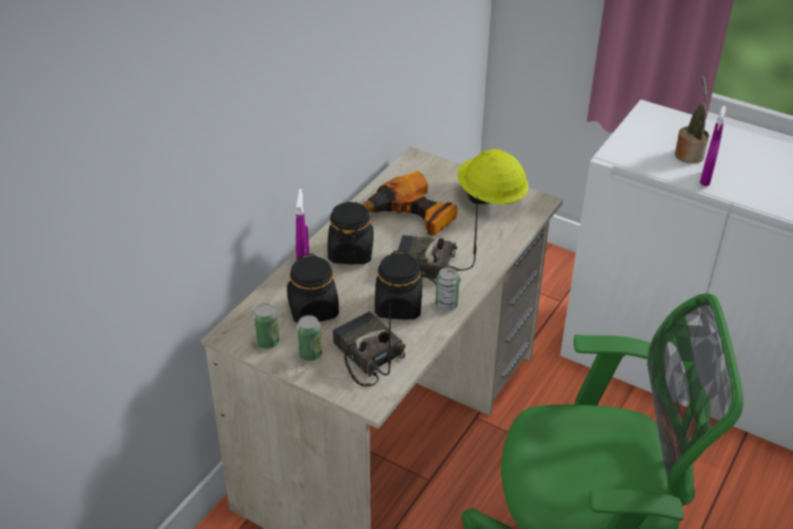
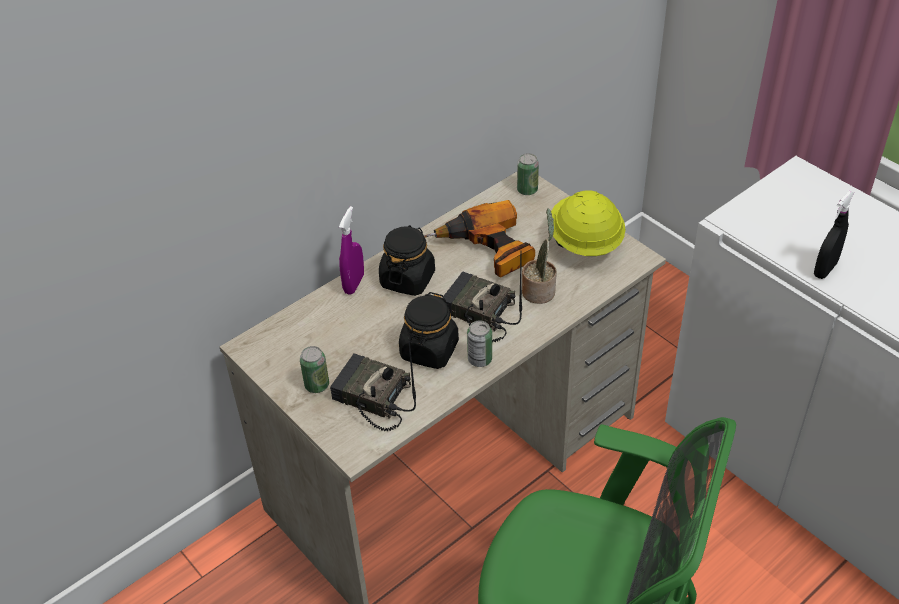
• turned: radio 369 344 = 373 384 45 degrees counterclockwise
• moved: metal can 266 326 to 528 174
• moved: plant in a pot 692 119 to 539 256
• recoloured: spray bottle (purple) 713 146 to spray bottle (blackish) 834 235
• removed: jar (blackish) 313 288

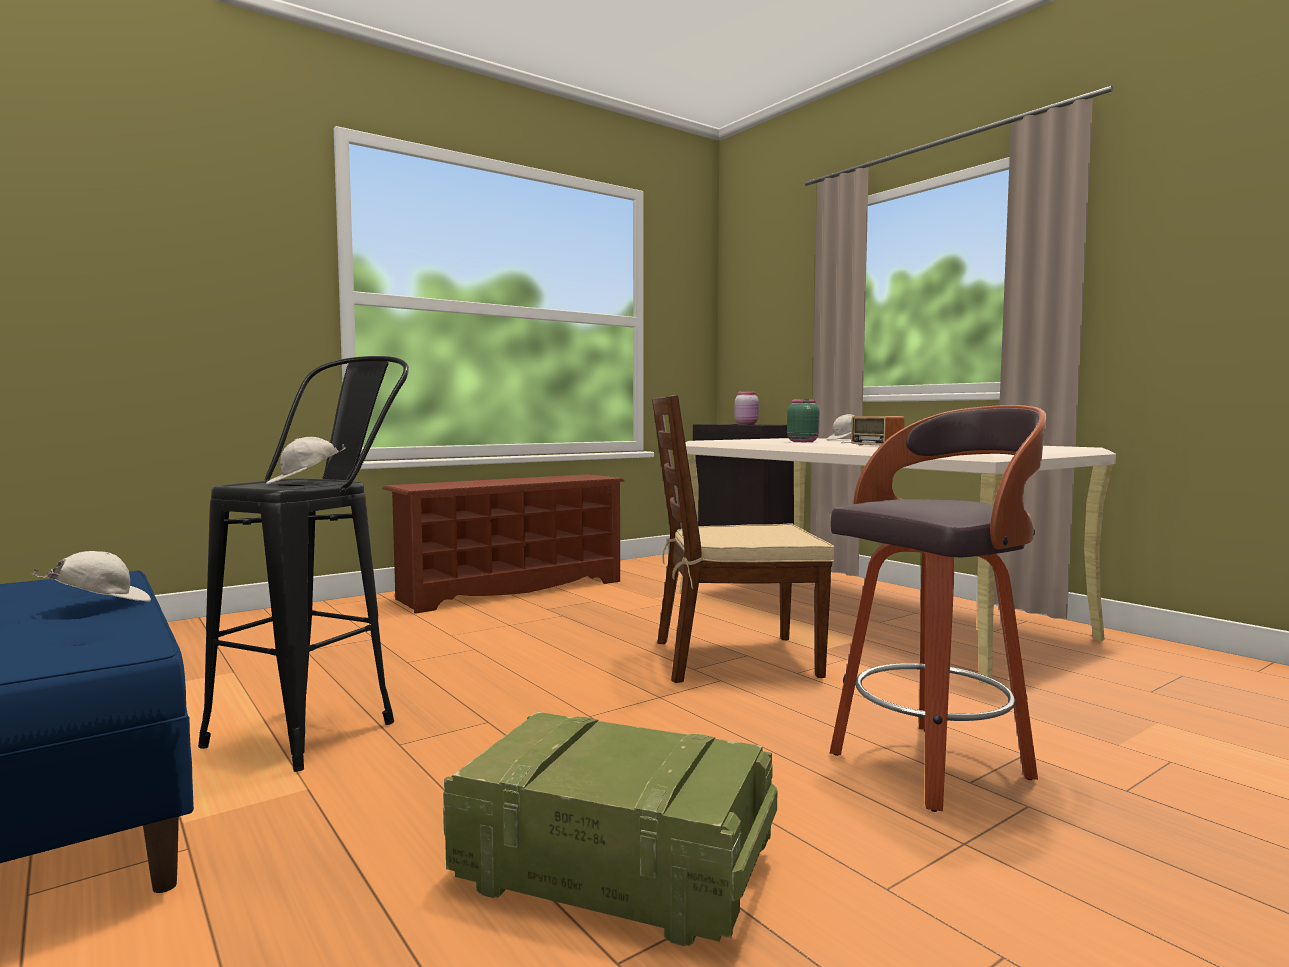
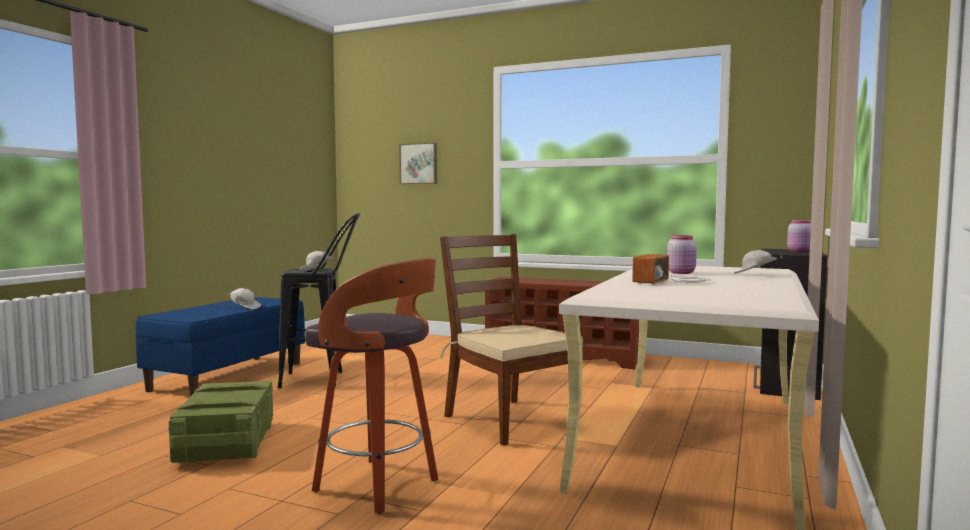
• added: wall picture 418 163
• recoloured: jar (green-coloured) 803 420 to jar (pink-coloured) 682 254

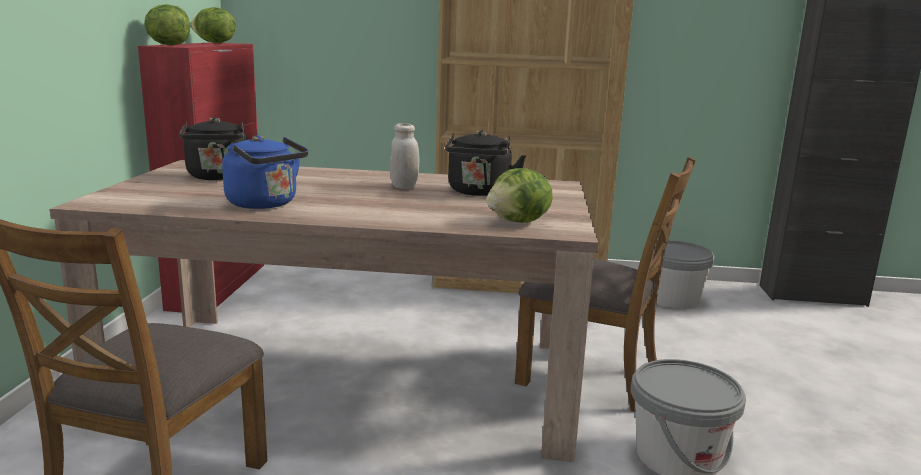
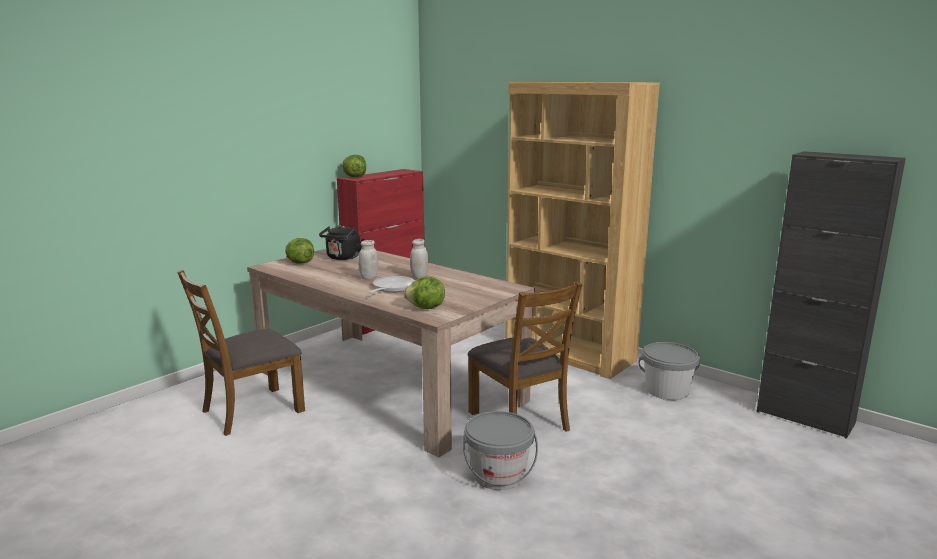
• moved: head of lettuce 213 25 to 299 251
• added: jar (white) 368 259
• added: frying pan 392 284
• removed: water kettle (blue) 265 172
• removed: water kettle (blackish) 485 163

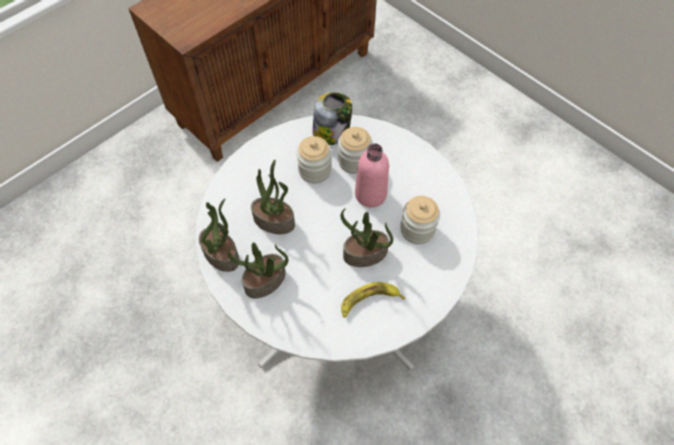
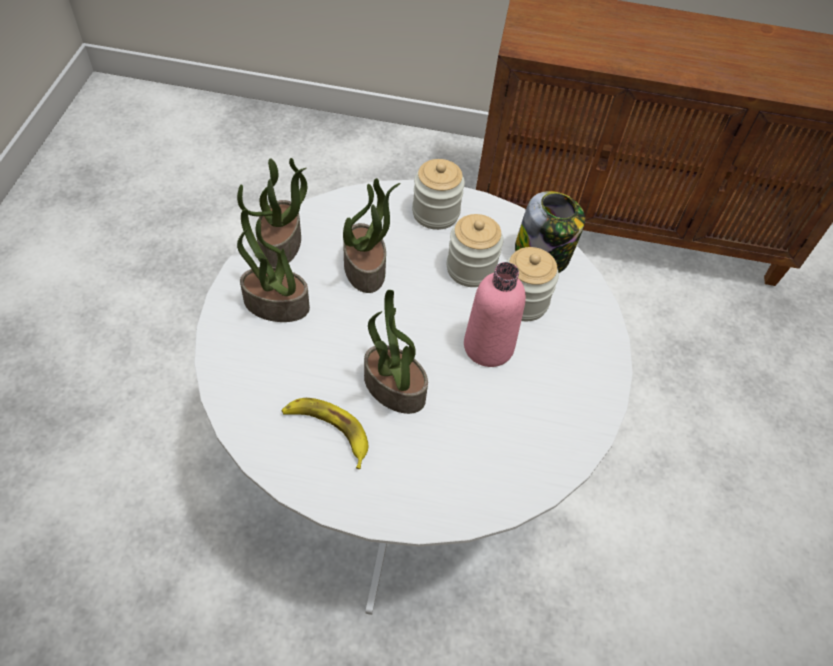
• moved: jar 420 220 to 438 194

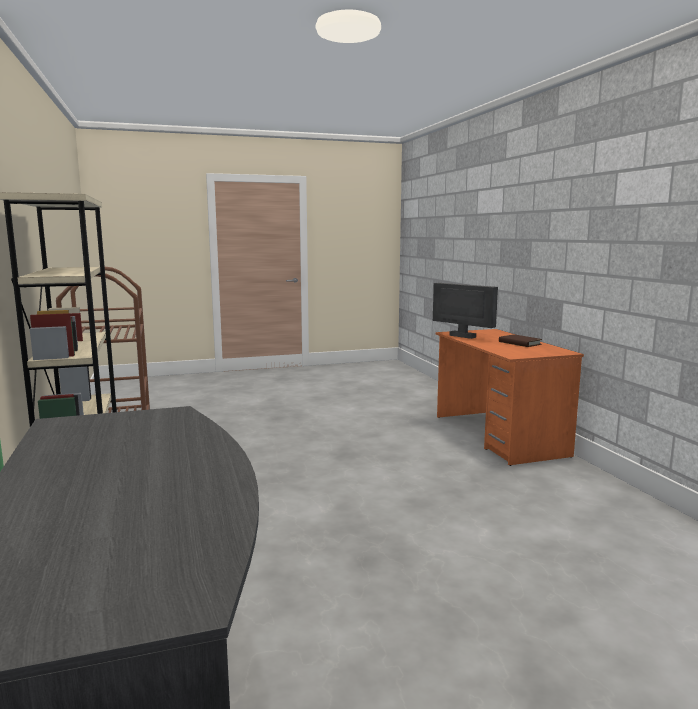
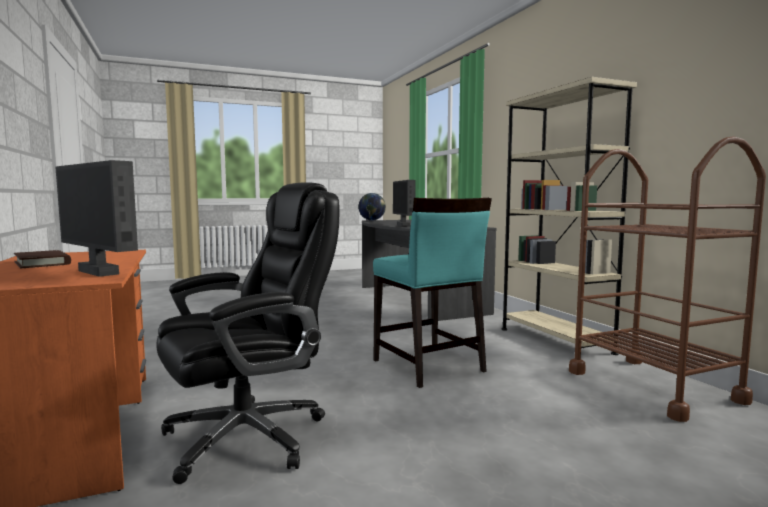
• added: computer chair (blackish) 247 333
• added: desk globe 372 207
• added: plain chair (turquoise) 432 293
• added: computer screen 404 203

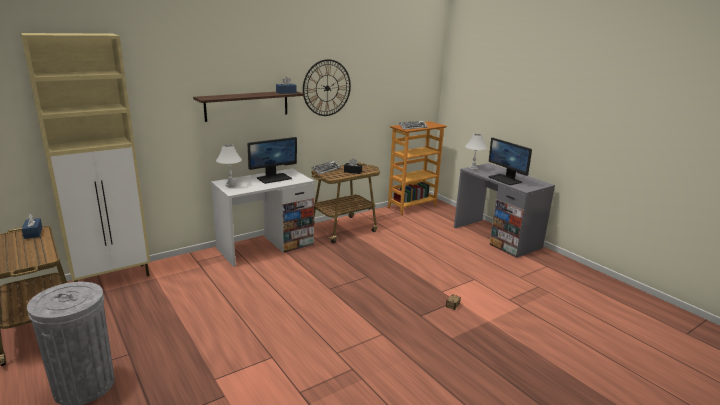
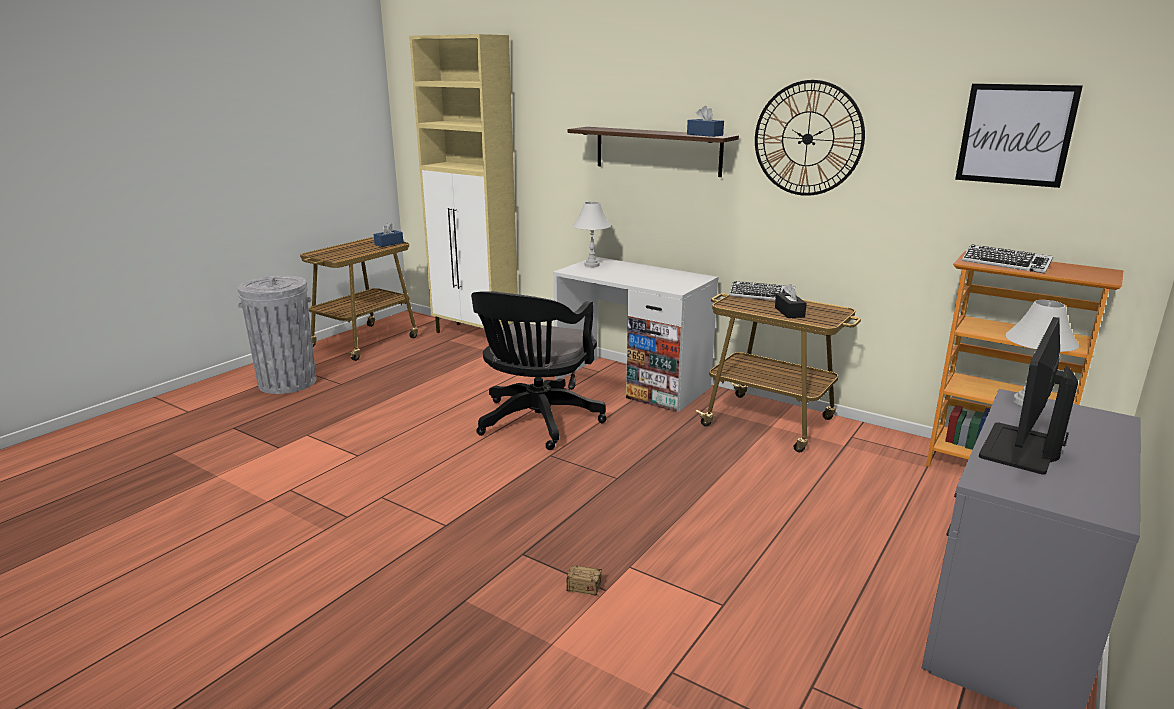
• added: computer chair (blackish) 538 370
• added: wall picture 1019 136
• removed: computer screen 272 160

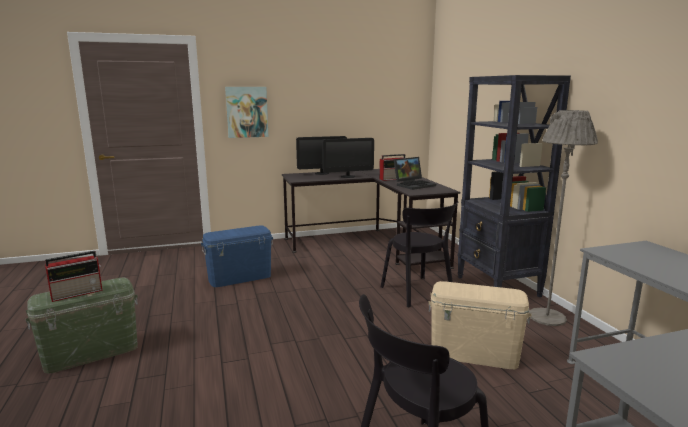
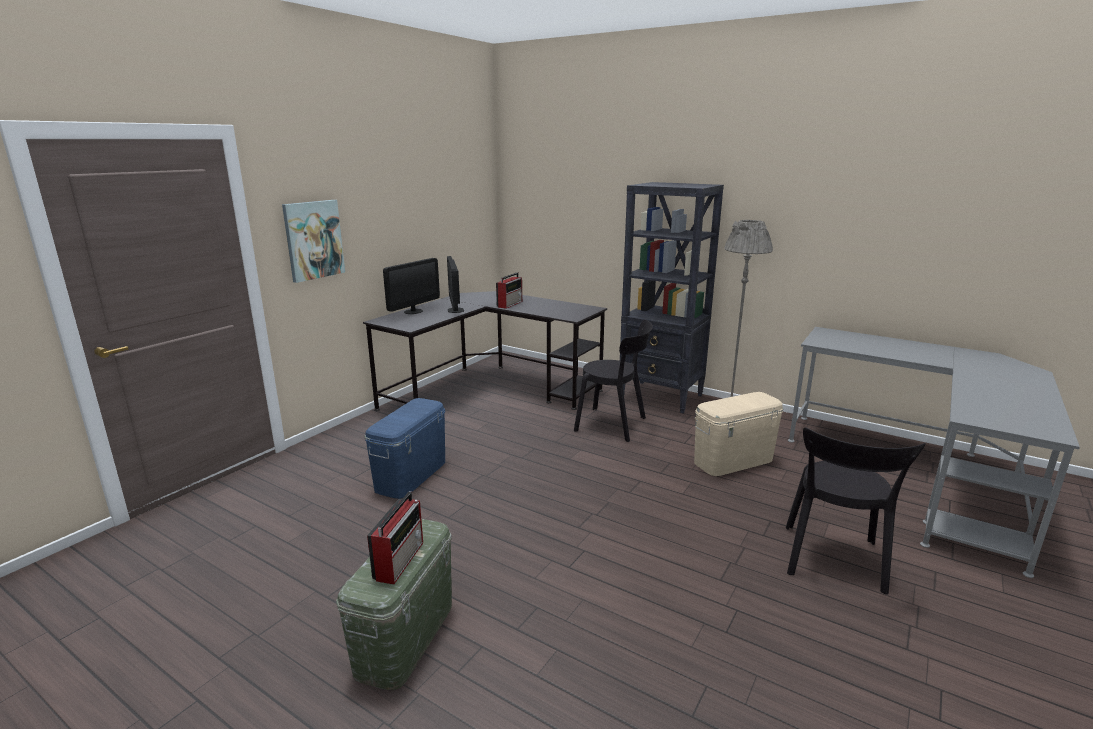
• turned: computer screen 348 158 = 455 284 135 degrees clockwise
• removed: laptop 415 173

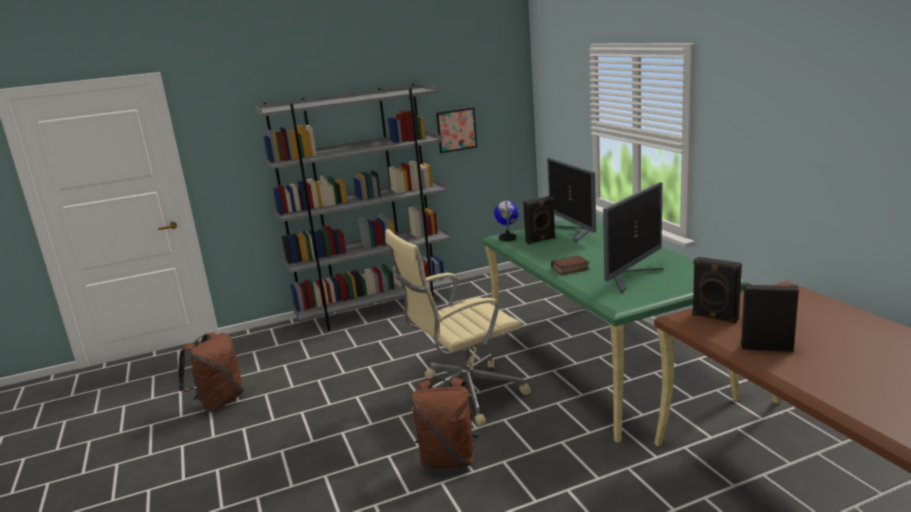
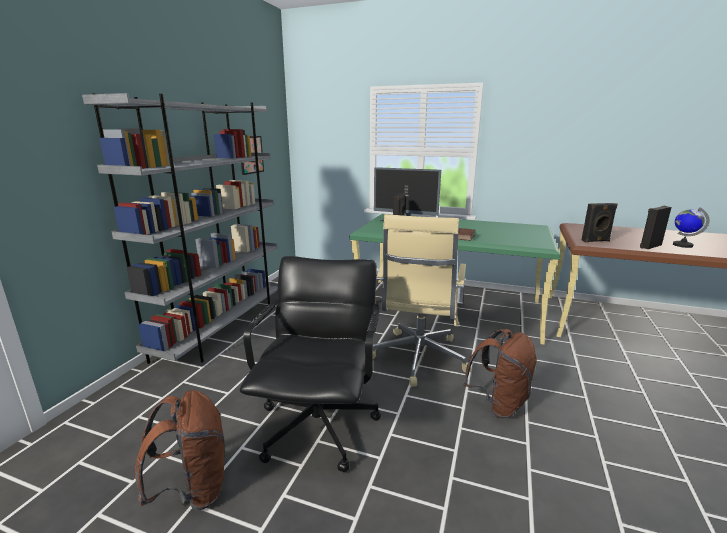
• added: computer chair (blackish) 310 364
• moved: desk globe 506 220 to 691 227
• removed: computer screen 633 237

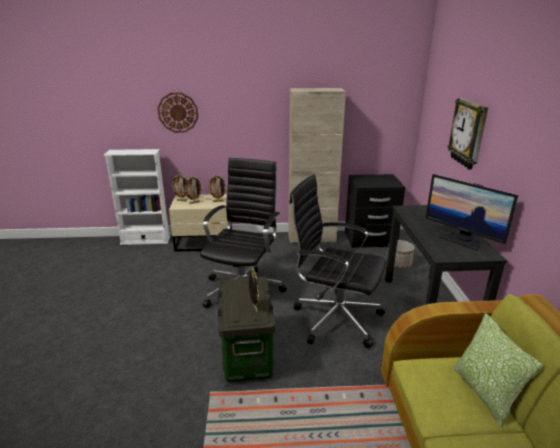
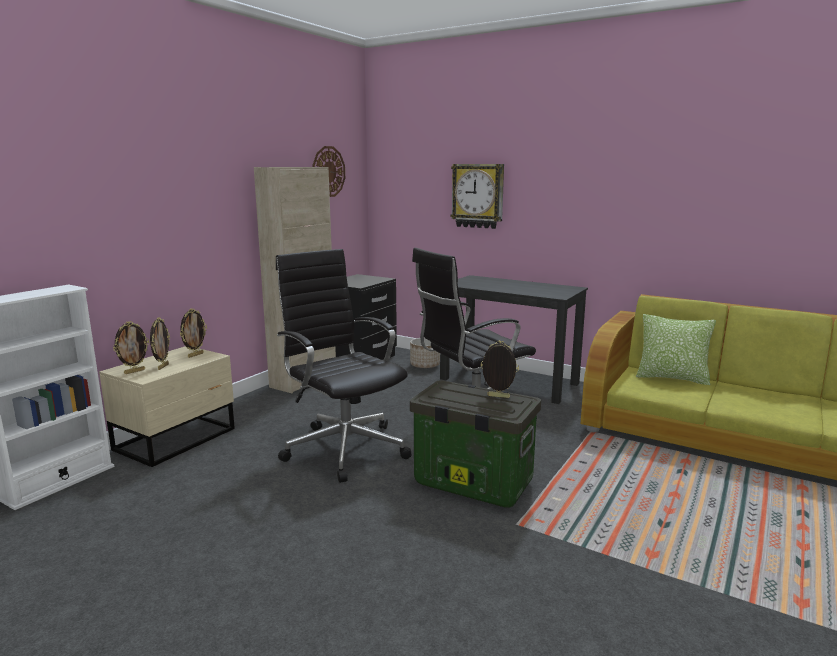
• moved: clock on the wall 178 113 to 329 171
• removed: computer screen 472 212

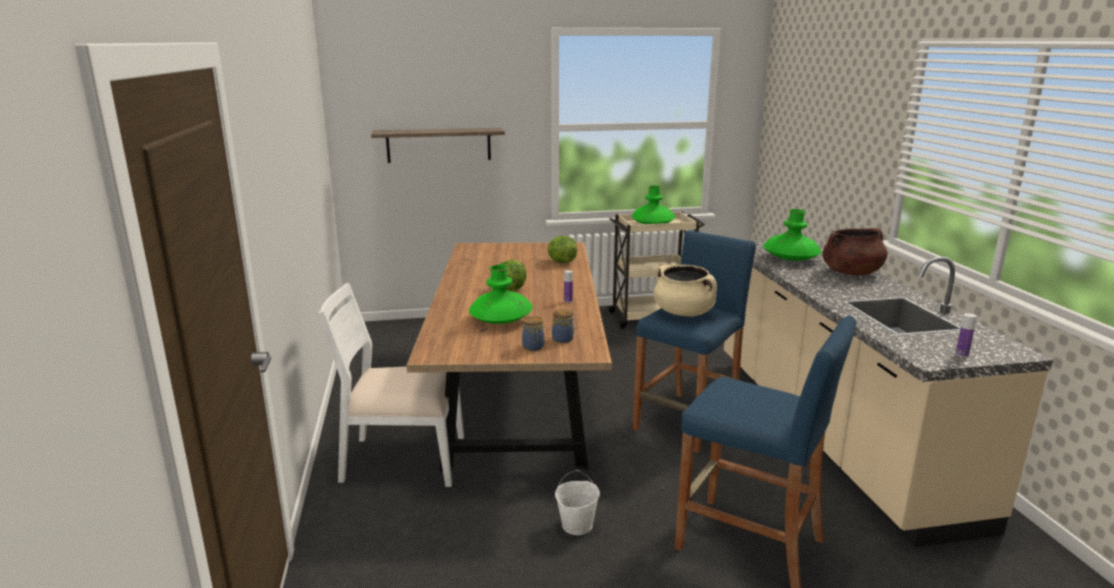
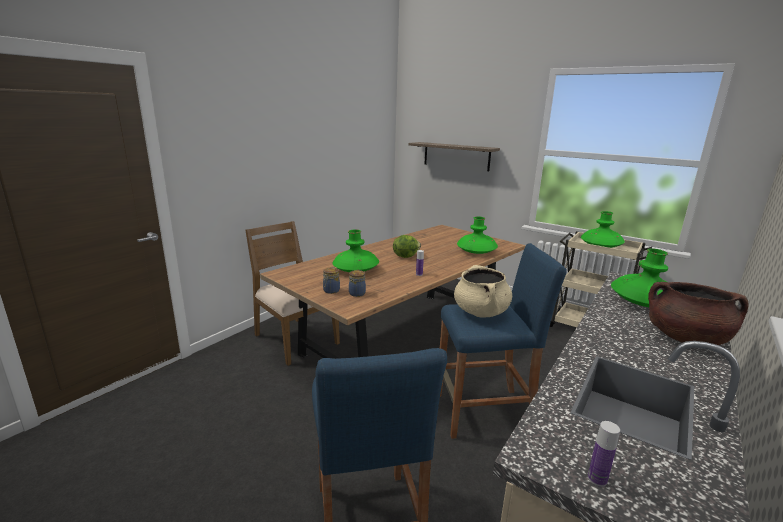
• recoloured: plain chair (white) 391 385 to plain chair (brown-coloured) 292 293
• replaced: head of lettuce 562 249 to vase (green-coloured) 477 235
• removed: water bucket (white) 577 502

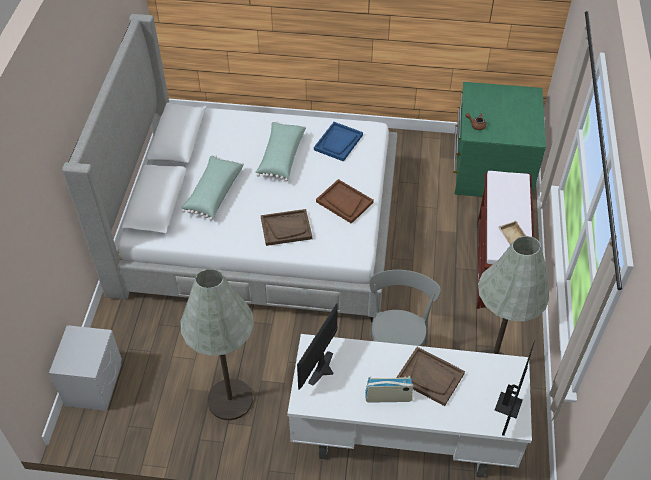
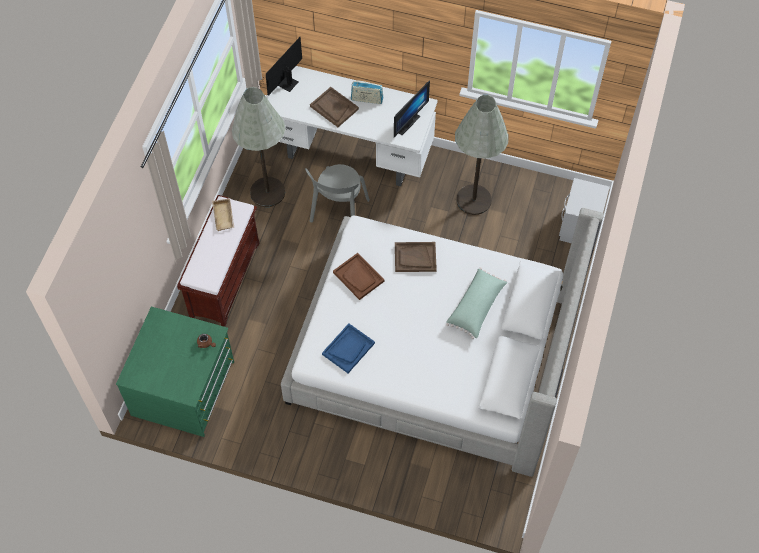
• removed: pillow (green-coloured) 280 151

